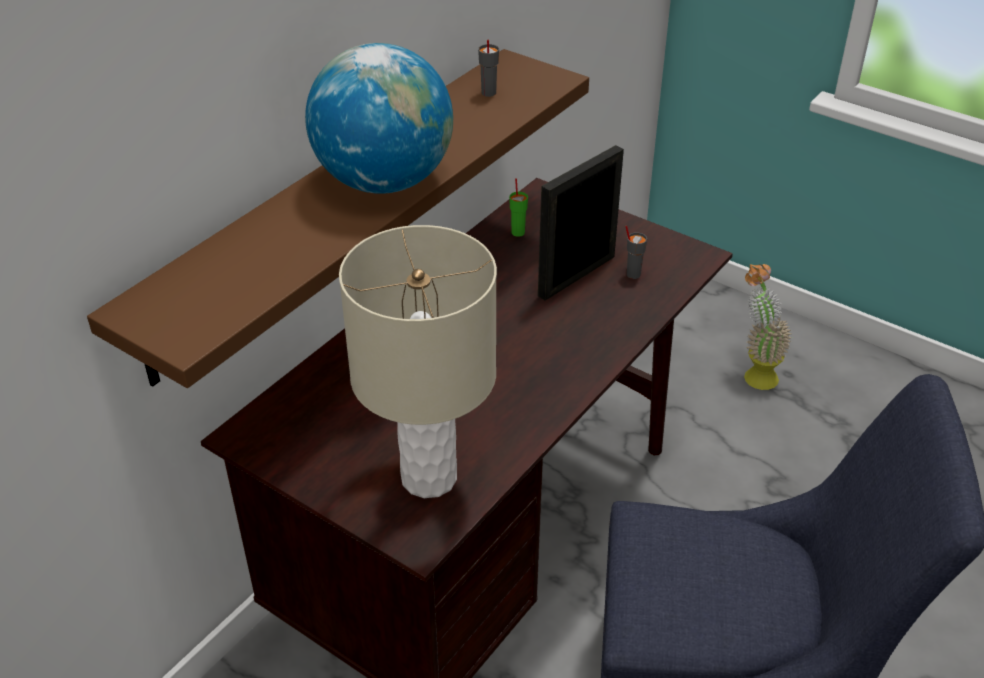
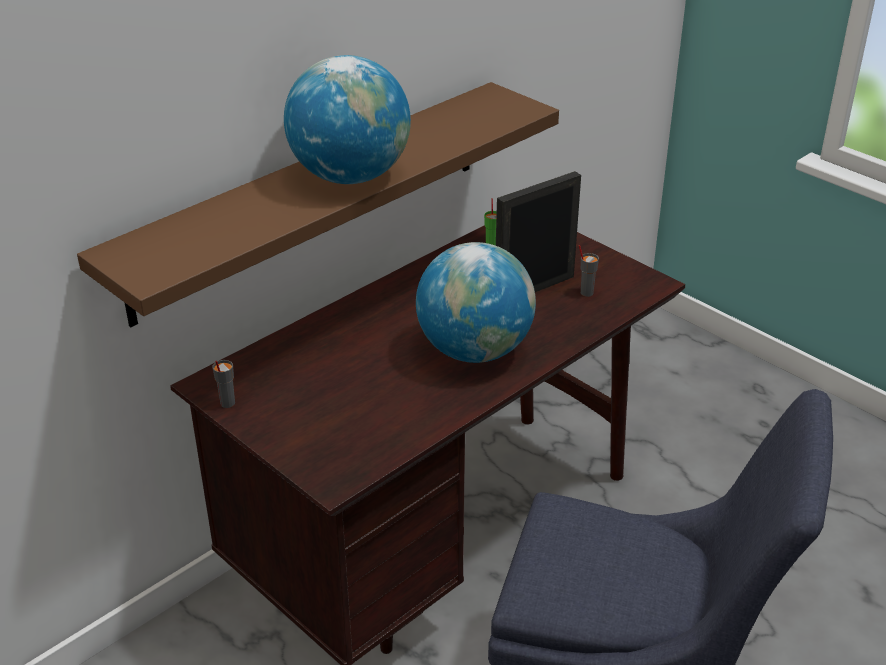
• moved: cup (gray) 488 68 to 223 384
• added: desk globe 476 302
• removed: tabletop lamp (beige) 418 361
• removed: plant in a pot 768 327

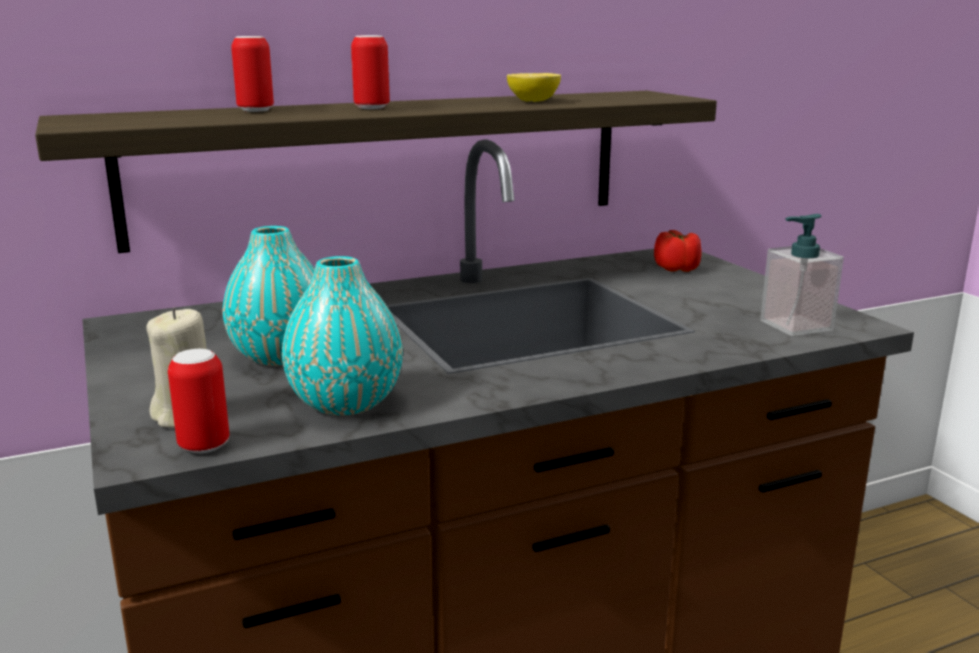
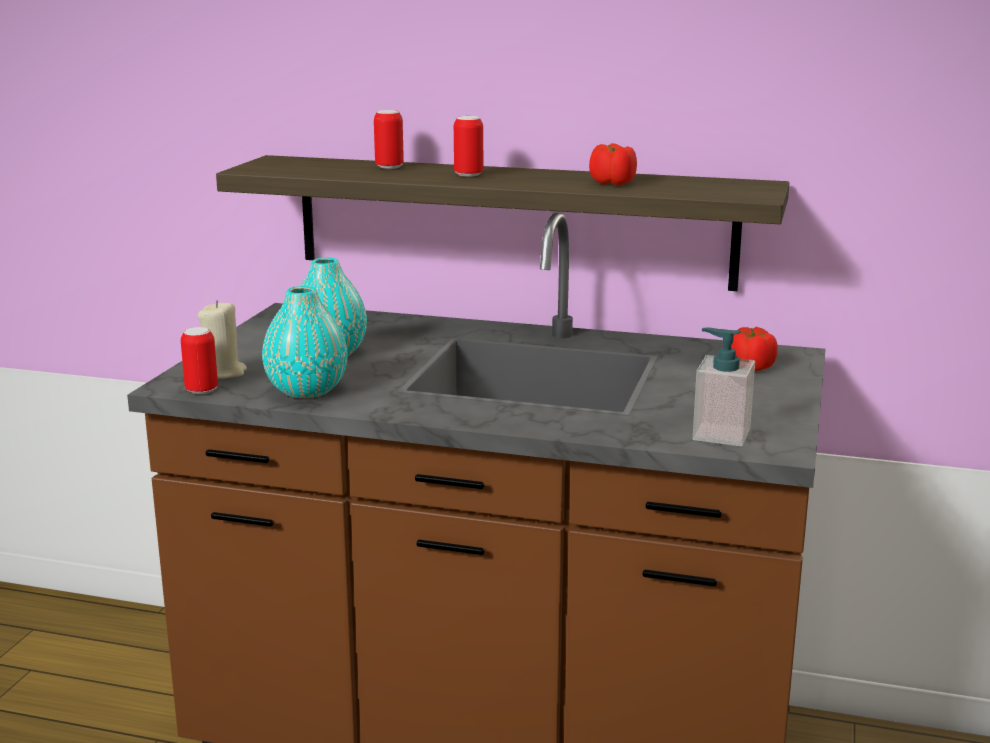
• replaced: whole lemon 534 87 to fresh tomato 613 164

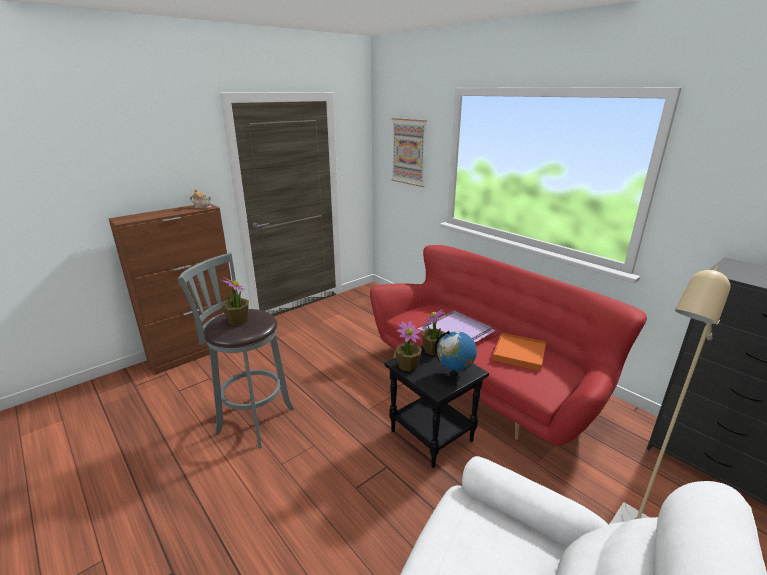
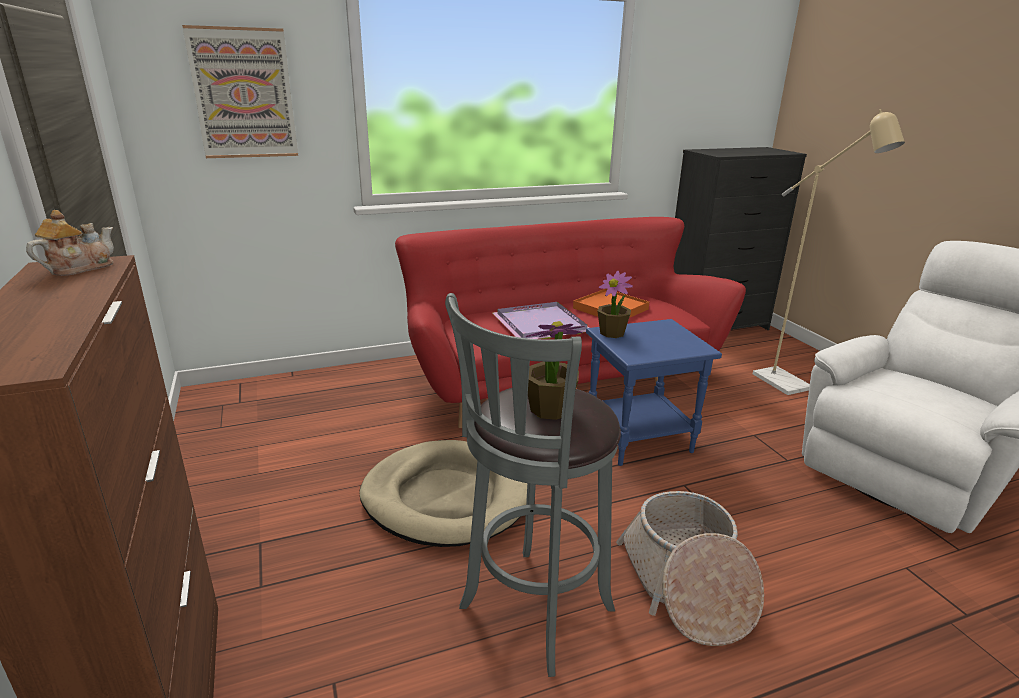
• added: pet bed (beige) 443 493
• recoloured: accent table (blackish) 436 406 to accent table (blue) 654 392
• added: storage basket 690 568
• removed: plant in a pot 409 346
• removed: desk globe 455 355

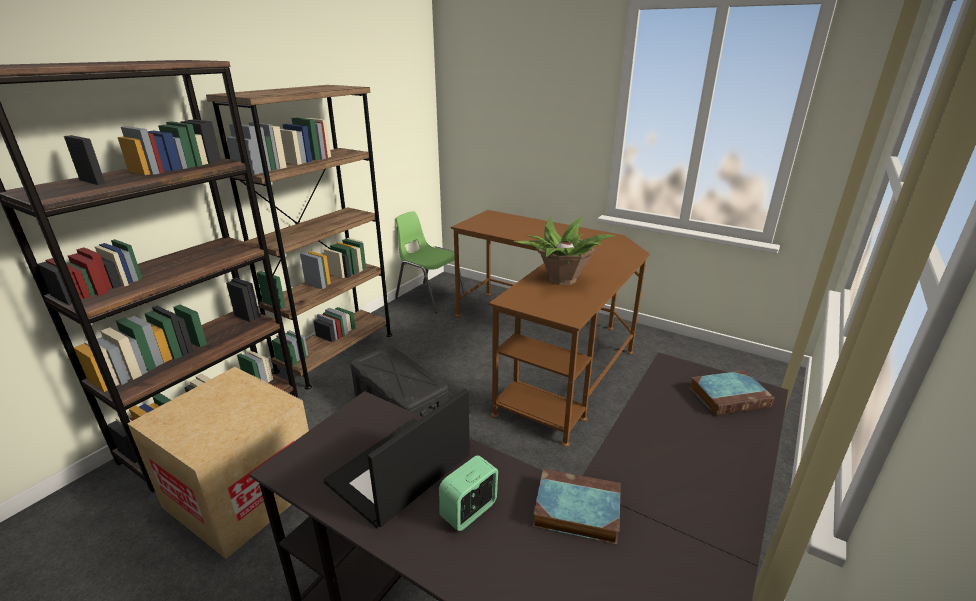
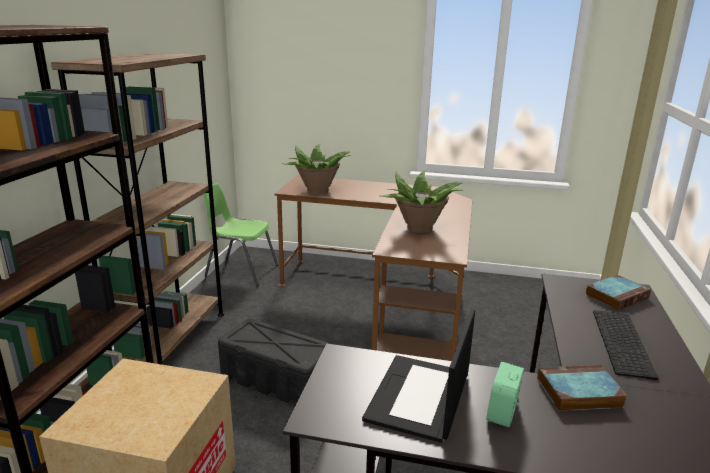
• added: plant in a pot 316 168
• added: PC keyboard 625 345

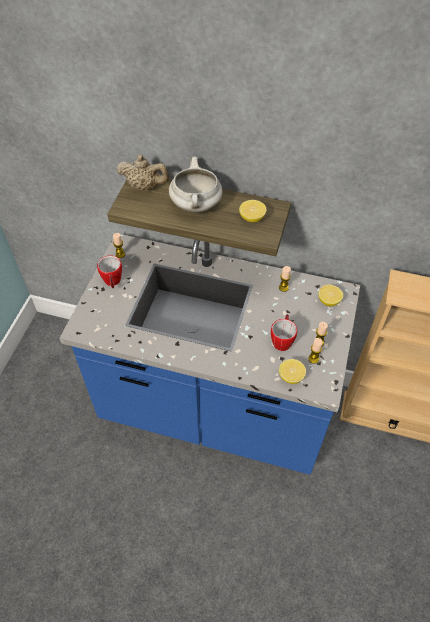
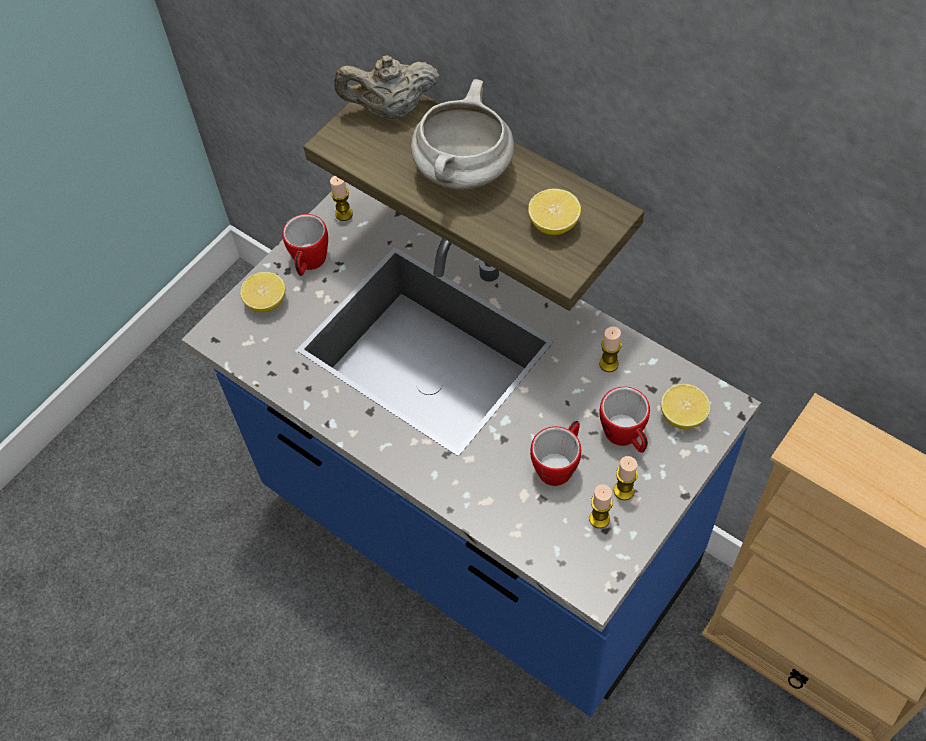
• moved: whole lemon 292 371 to 262 292
• turned: teapot (beige) 143 173 = 387 87 135 degrees clockwise
• added: coffee mug 624 420

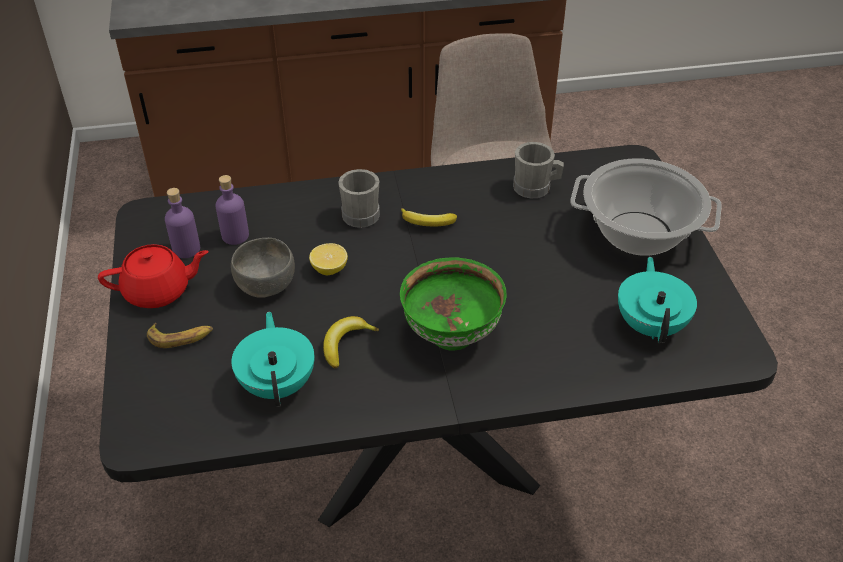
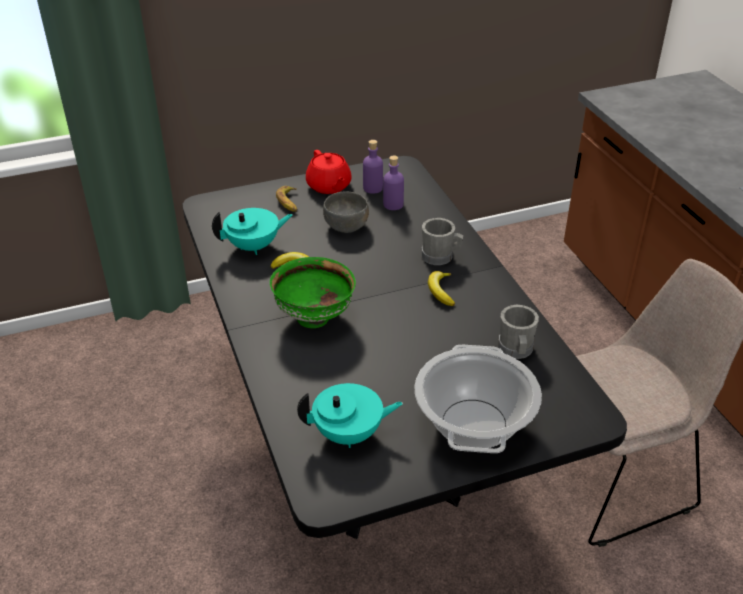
• removed: whole lemon 328 259

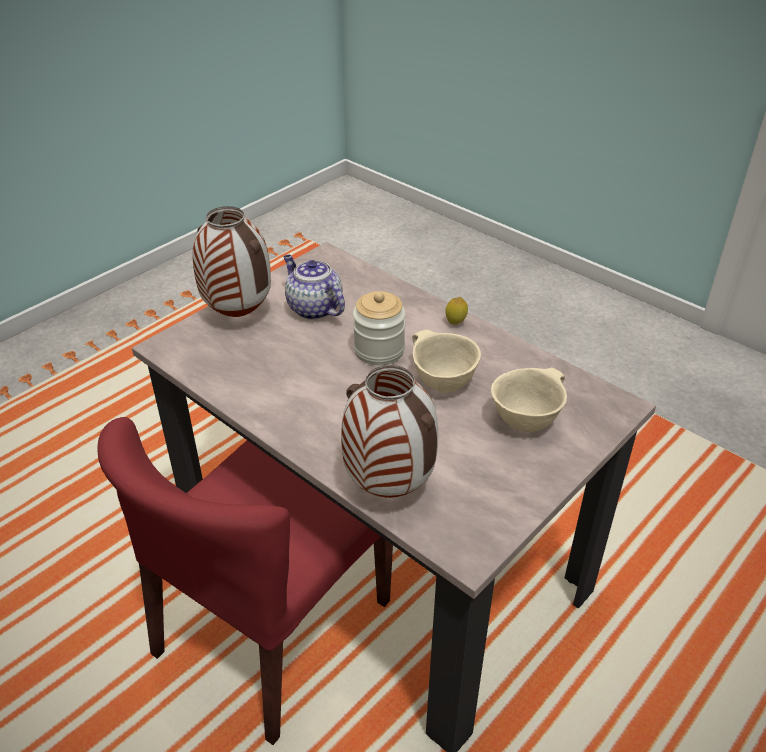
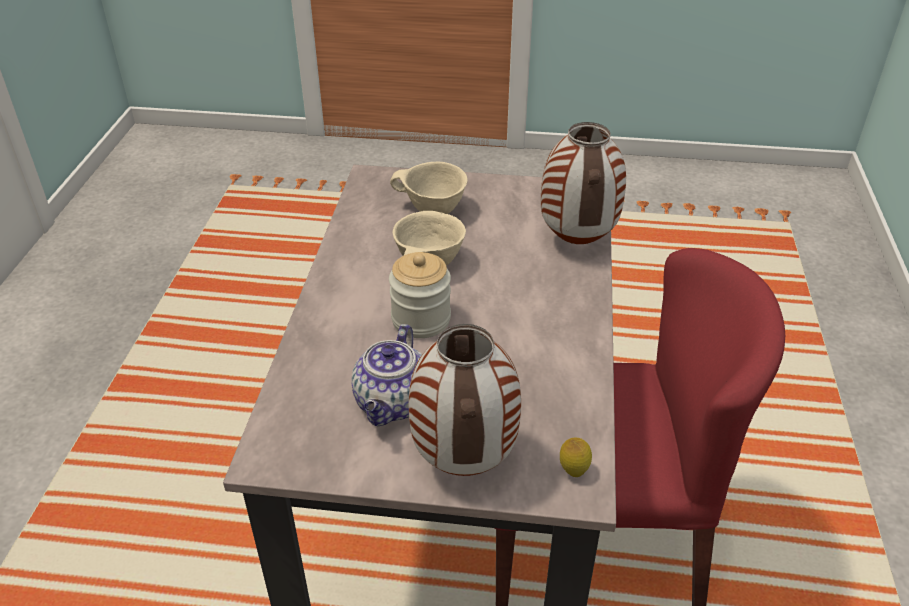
• moved: whole lemon 456 311 to 576 457

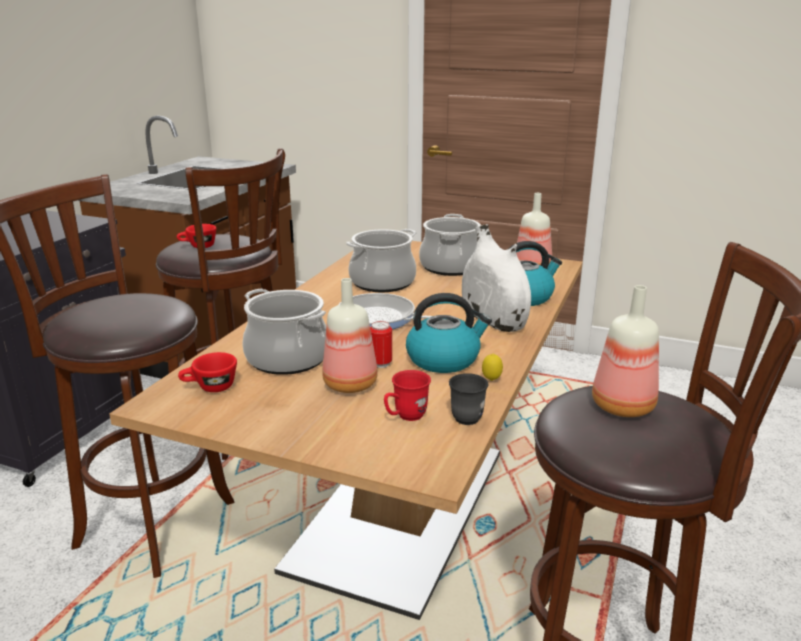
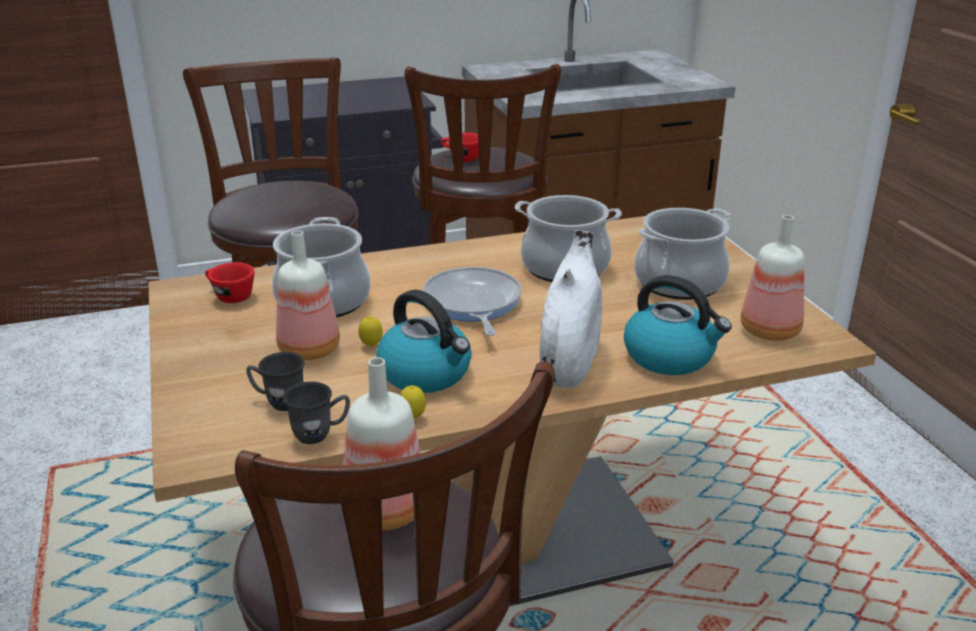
• recoloured: coffee mug (red-coloured) 407 395 to coffee mug (gray) 275 381
• replaced: metal can 381 344 to whole lemon 371 331

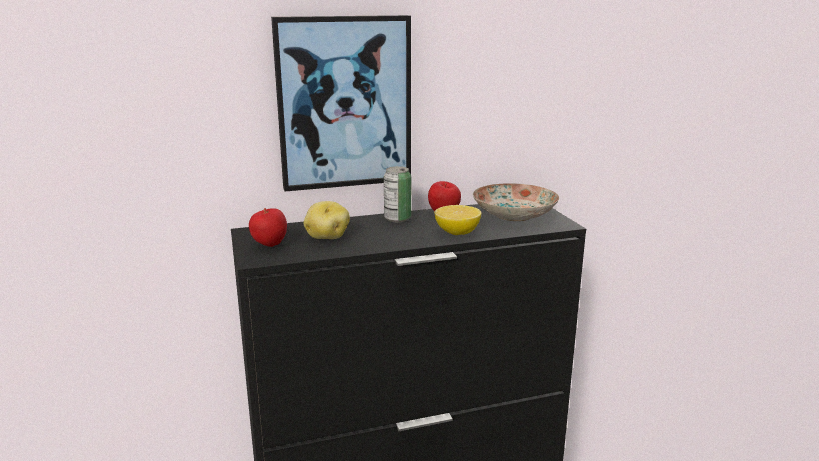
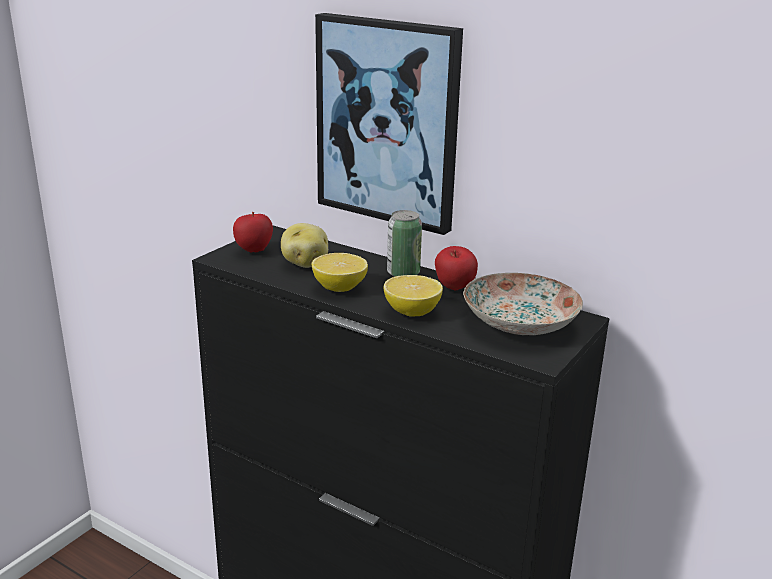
• added: whole lemon 340 272

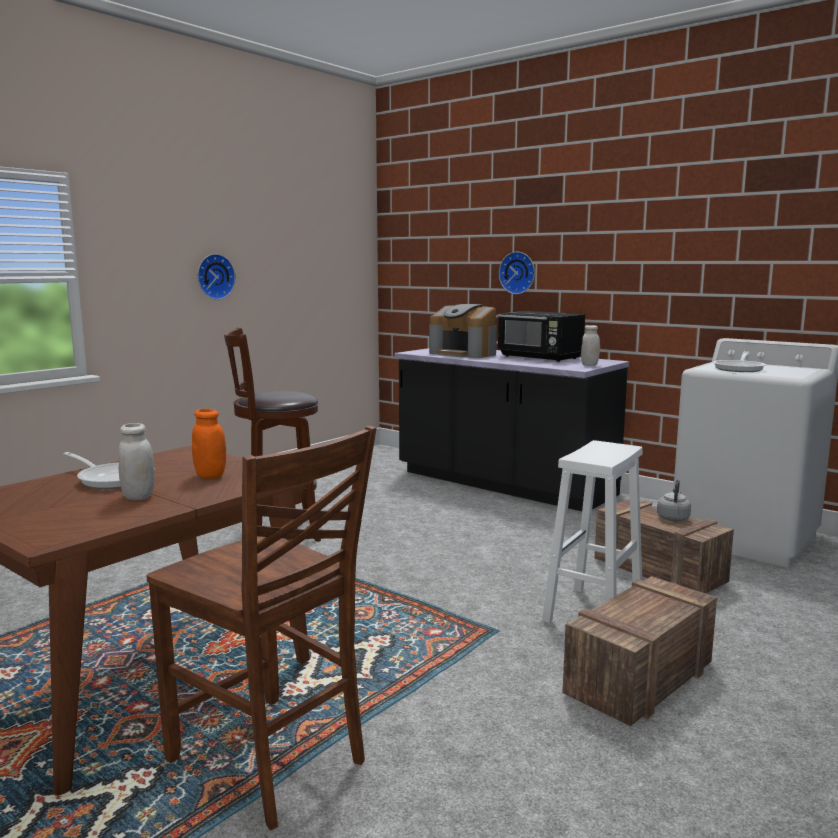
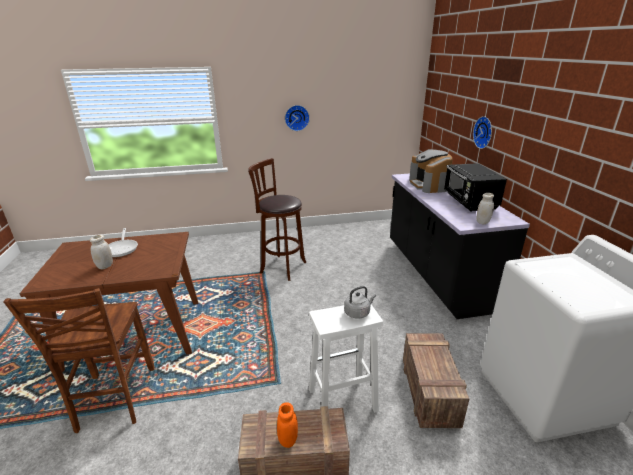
• moved: jar (orangey) 209 444 to 287 425
• moved: water kettle (gray) 674 500 to 360 302
• removed: frying pan 739 362

